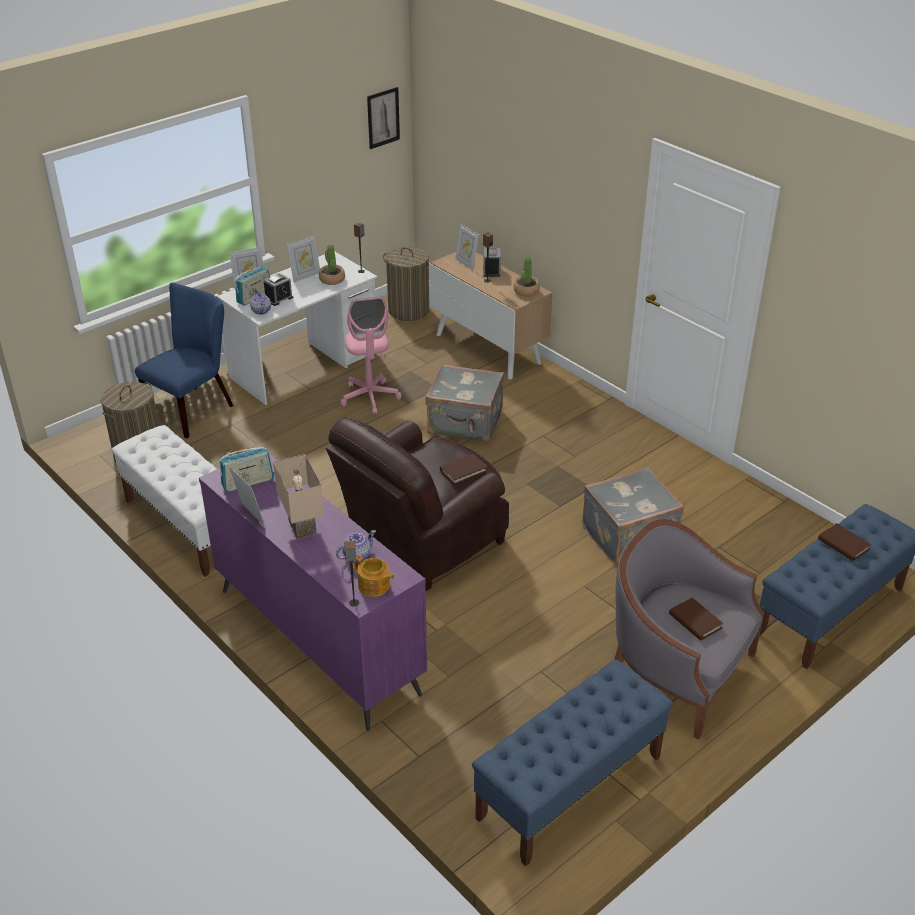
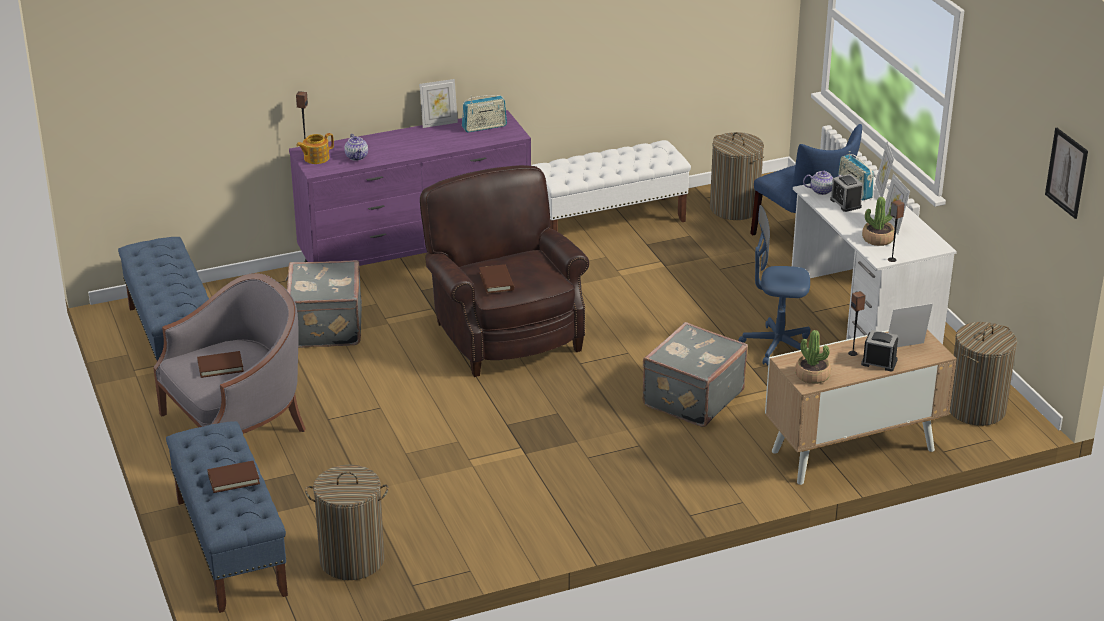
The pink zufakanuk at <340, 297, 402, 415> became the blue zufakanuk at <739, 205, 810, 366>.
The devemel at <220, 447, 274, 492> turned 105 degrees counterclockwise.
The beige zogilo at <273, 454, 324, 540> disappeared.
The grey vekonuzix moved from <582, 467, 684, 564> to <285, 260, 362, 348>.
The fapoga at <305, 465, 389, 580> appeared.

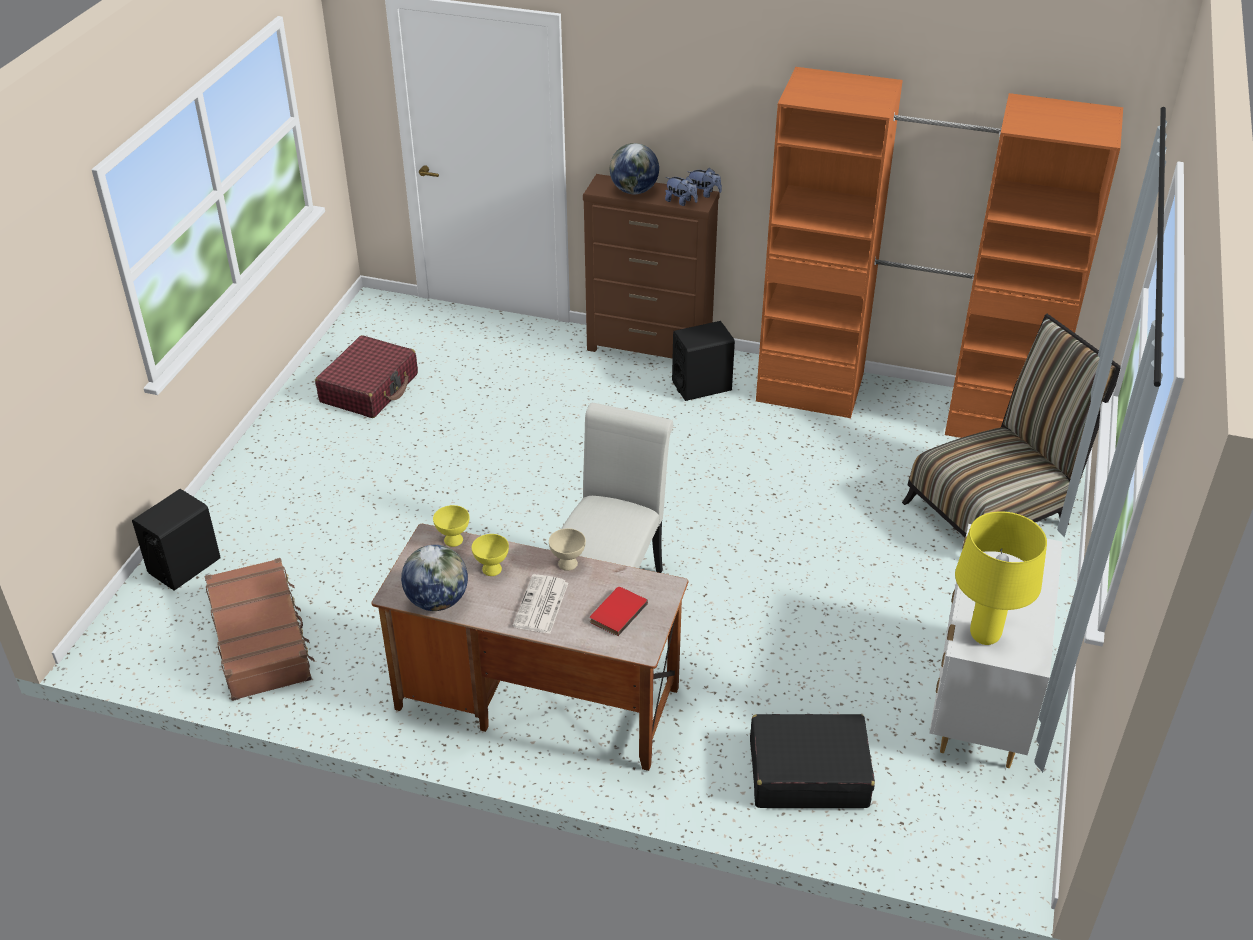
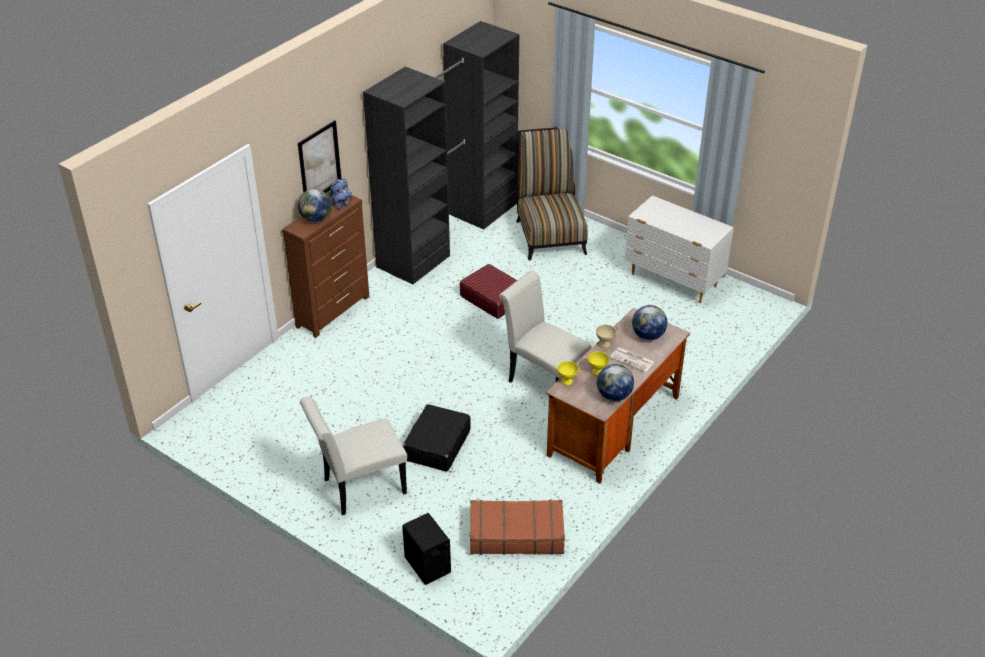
The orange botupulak at <756, 67, 1123, 438> became the black botupulak at <363, 21, 519, 285>.
The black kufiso at <672, 321, 735, 401> disappeared.
The red vekonuzix moved from <315, 335, 418, 418> to <460, 264, 517, 319>.
The yellow zogilo at <955, 511, 1047, 645> disappeared.
The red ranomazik at <590, 587, 648, 636> was replaced by the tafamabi at <632, 305, 667, 340>.
The black vekonuzix moved from <750, 714, 875, 808> to <403, 404, 471, 472>.
The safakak at <298, 120, 342, 193> appeared.
The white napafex at <300, 396, 407, 515> appeared.

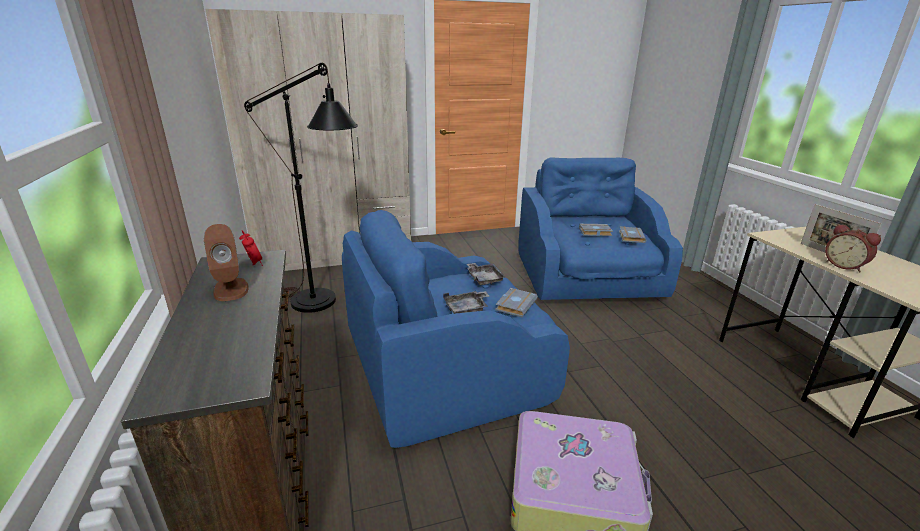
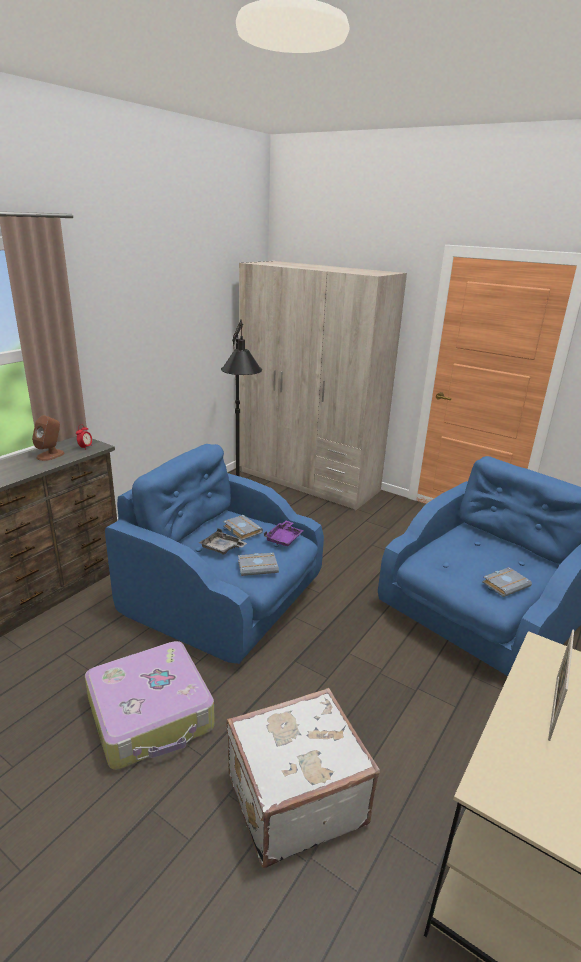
The grey ranomazik moved from <579, 224, 613, 236> to <223, 515, 263, 540>.
The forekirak at <825, 224, 881, 272> disappeared.
The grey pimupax at <467, 263, 506, 285> became the purple pimupax at <264, 520, 304, 546>.
The white vekonuzix at <226, 688, 380, 868> appeared.

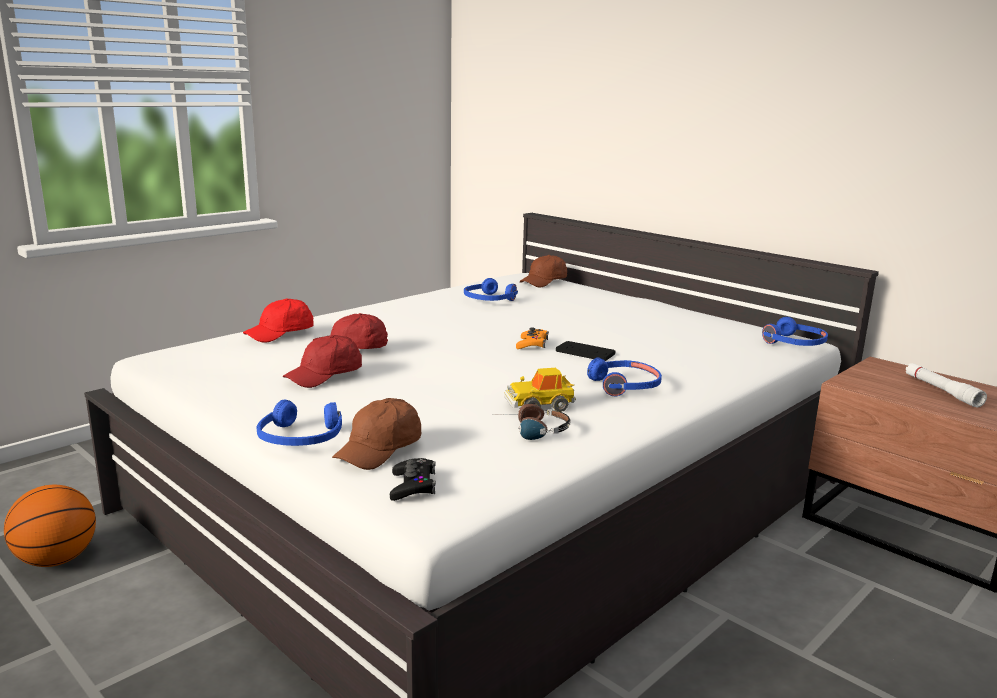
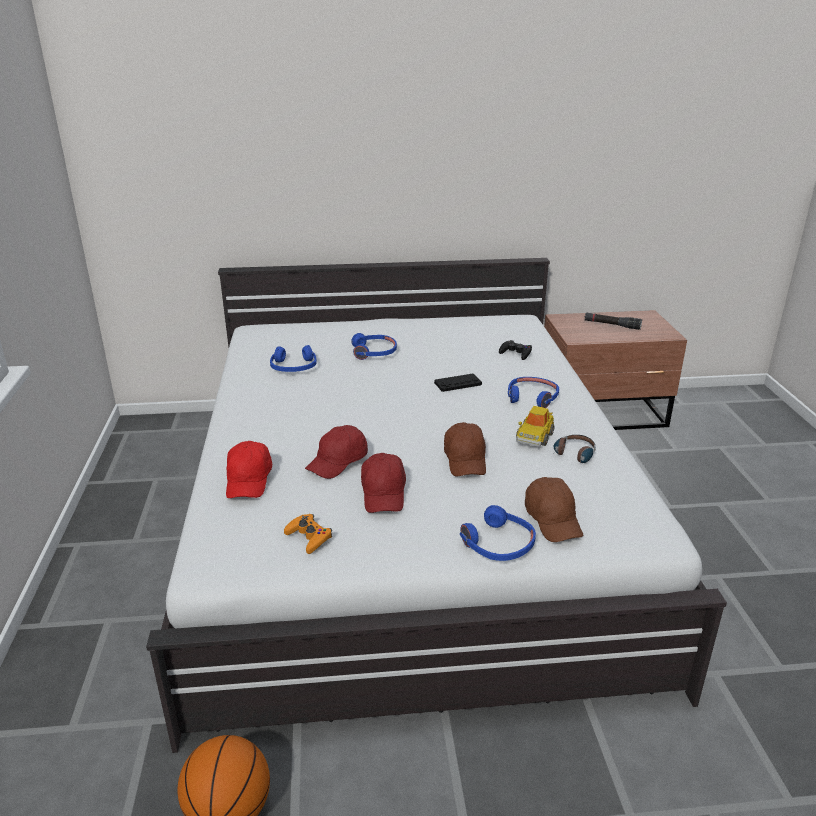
The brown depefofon moved from <520, 255, 567, 288> to <444, 422, 486, 476>.
The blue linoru moved from <762, 317, 828, 346> to <351, 333, 397, 360>.
The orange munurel moved from <516, 327, 549, 349> to <284, 514, 332, 554>.
The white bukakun at <906, 363, 987, 407> became the black bukakun at <584, 313, 642, 330>.
The black munurel moved from <390, 458, 436, 501> to <499, 340, 532, 360>.

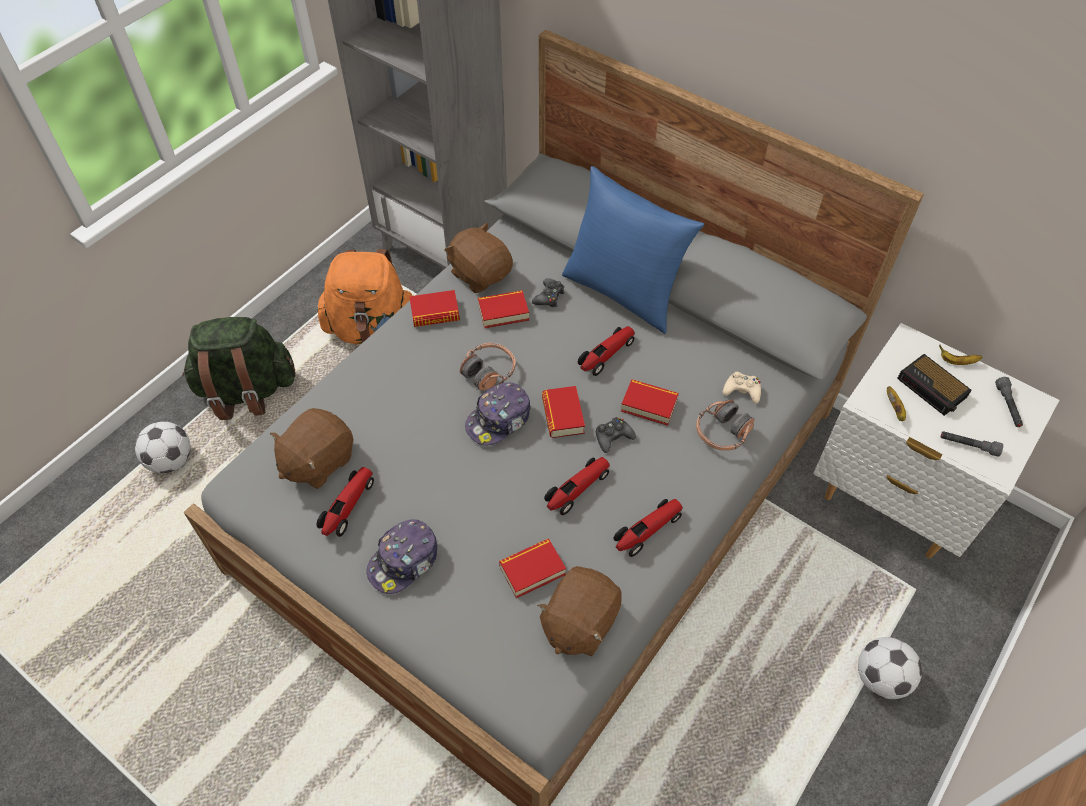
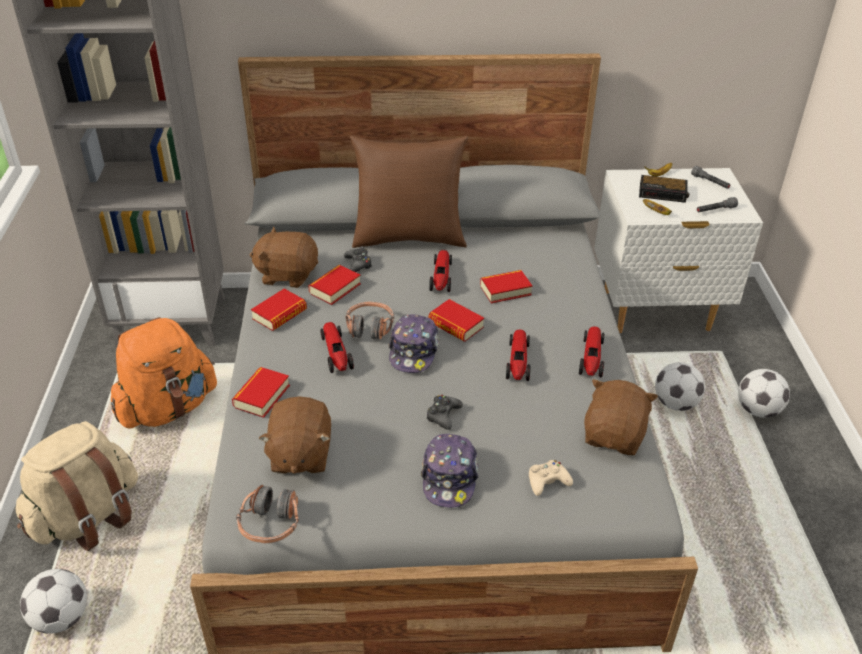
The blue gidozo at <562, 166, 704, 334> became the brown gidozo at <350, 135, 468, 248>.
The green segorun at <182, 317, 296, 420> became the beige segorun at <16, 421, 138, 551>.
The beige munurel moved from <723, 372, 761, 404> to <529, 460, 573, 496>.
The linoru moved from <696, 400, 754, 451> to <236, 485, 299, 543>.
The black munurel moved from <596, 417, 636, 453> to <426, 395, 463, 430>.
The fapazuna moved from <316, 467, 374, 537> to <320, 322, 354, 373>.
The ranomazik moved from <499, 539, 566, 598> to <232, 367, 290, 418>.
The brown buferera at <537, 566, 622, 656> turned 150 degrees counterclockwise.
The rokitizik at <655, 362, 705, 411> appeared.

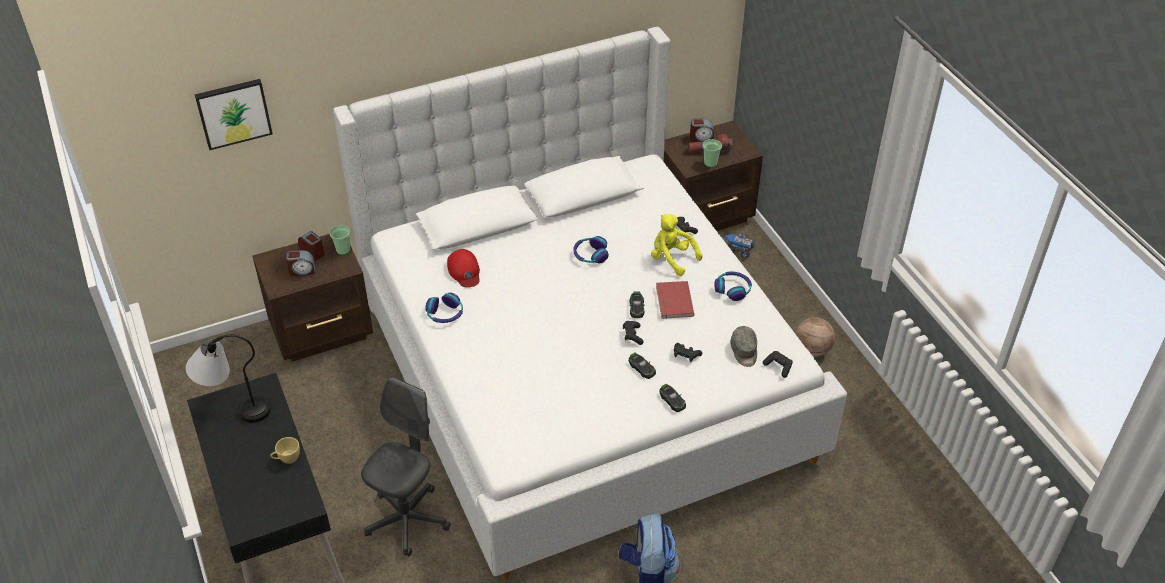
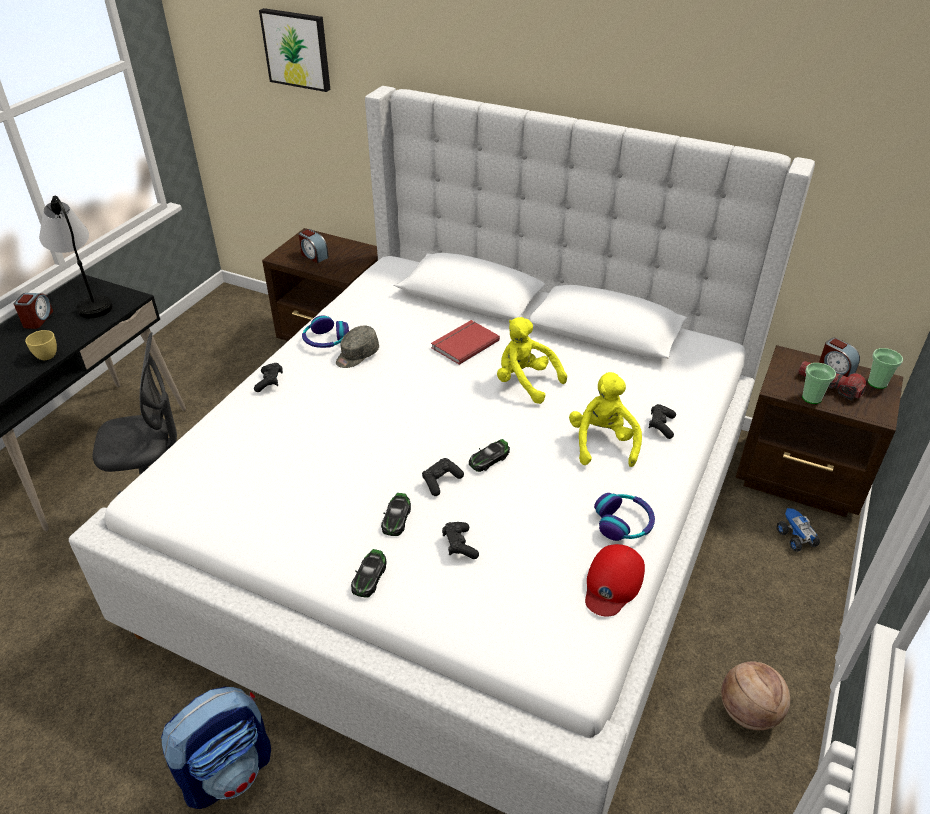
The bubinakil moved from <330, 225, 351, 255> to <868, 348, 903, 389>.
The forekirak moved from <298, 231, 324, 261> to <14, 293, 53, 329>.
The linoru at <573, 236, 609, 263> was replaced by the yellow buferera at <497, 317, 567, 404>.
The red depefofon moved from <447, 249, 480, 288> to <585, 544, 645, 617>.
The red ranomazik moved from <656, 281, 694, 319> to <431, 320, 500, 365>.
The grey depefofon moved from <730, 326, 757, 367> to <336, 326, 379, 368>.
The black munurel moved from <763, 351, 793, 378> to <254, 363, 283, 392>.

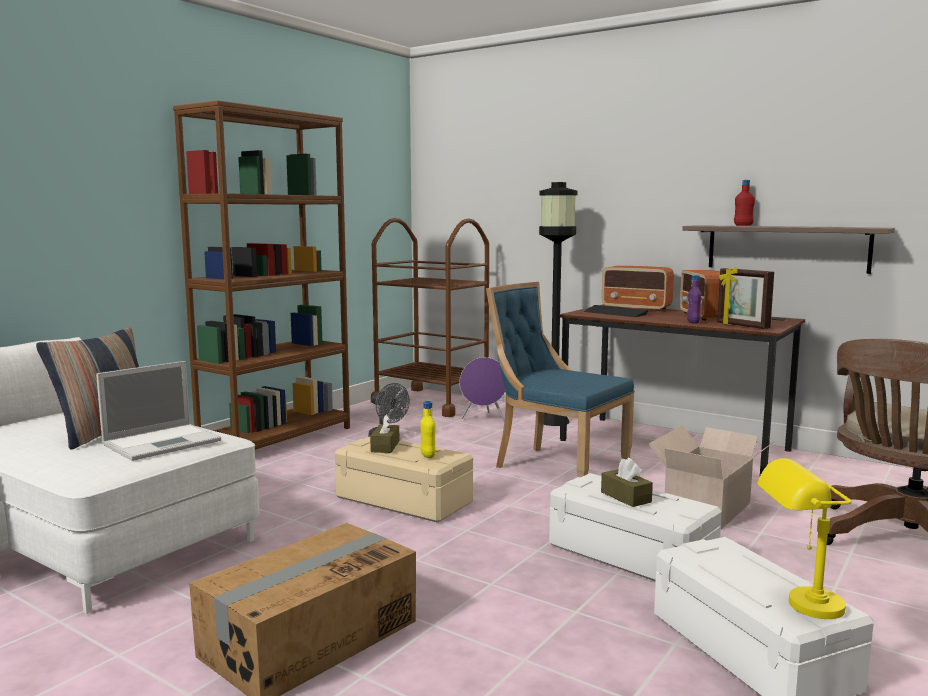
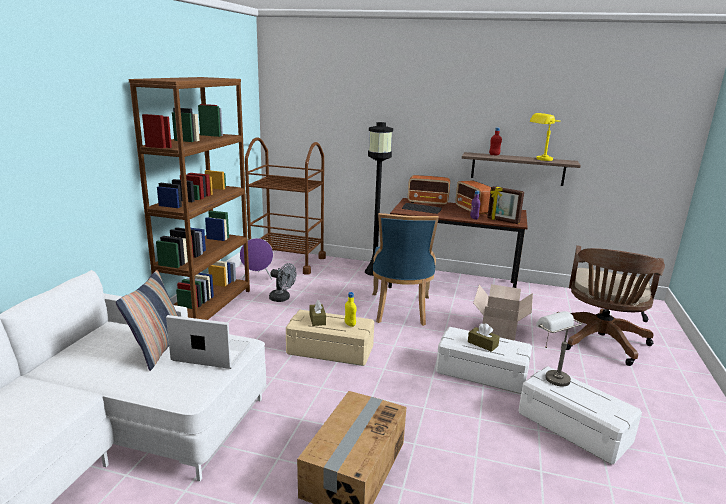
The blue napafex at <486, 282, 635, 478> turned 105 degrees counterclockwise.
The purple kufiso moved from <460, 357, 506, 421> to <240, 238, 273, 280>.
The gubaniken at <96, 361, 221, 461> turned 105 degrees counterclockwise.
The yellow zogilo moved from <757, 458, 852, 619> to <530, 113, 560, 161>.
The grey zogilo at <536, 311, 582, 386> appeared.

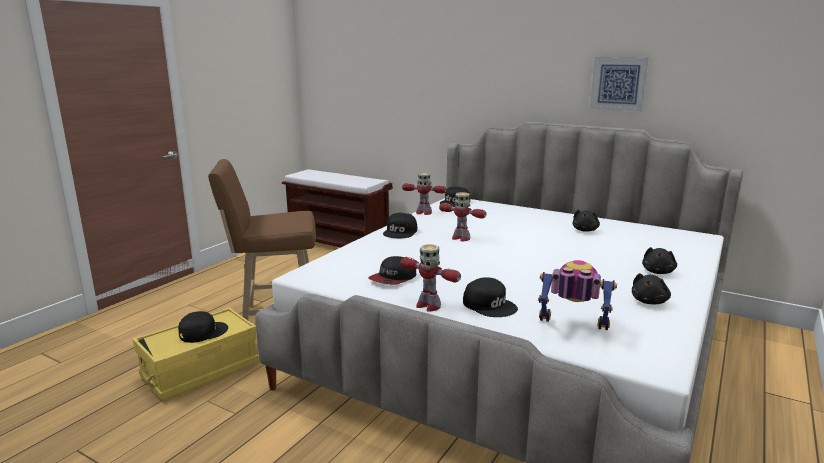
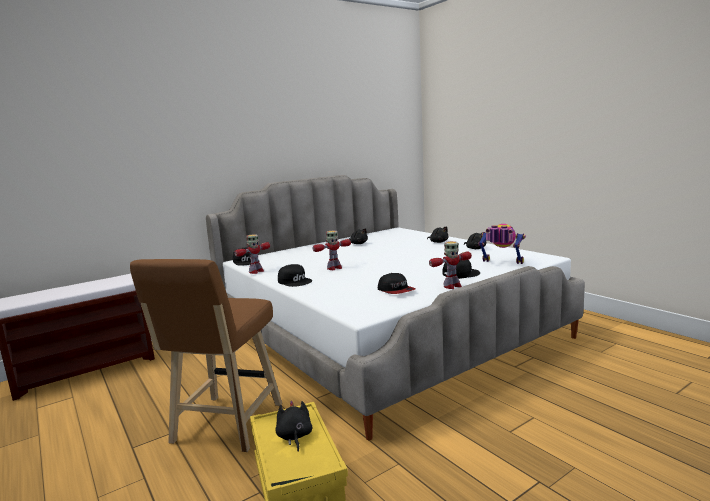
The safakak at <590, 57, 650, 112> disappeared.
The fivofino at <538, 260, 617, 330> turned 75 degrees clockwise.
The black depefofon at <178, 311, 228, 343> was replaced by the black buferera at <275, 401, 312, 452>.

